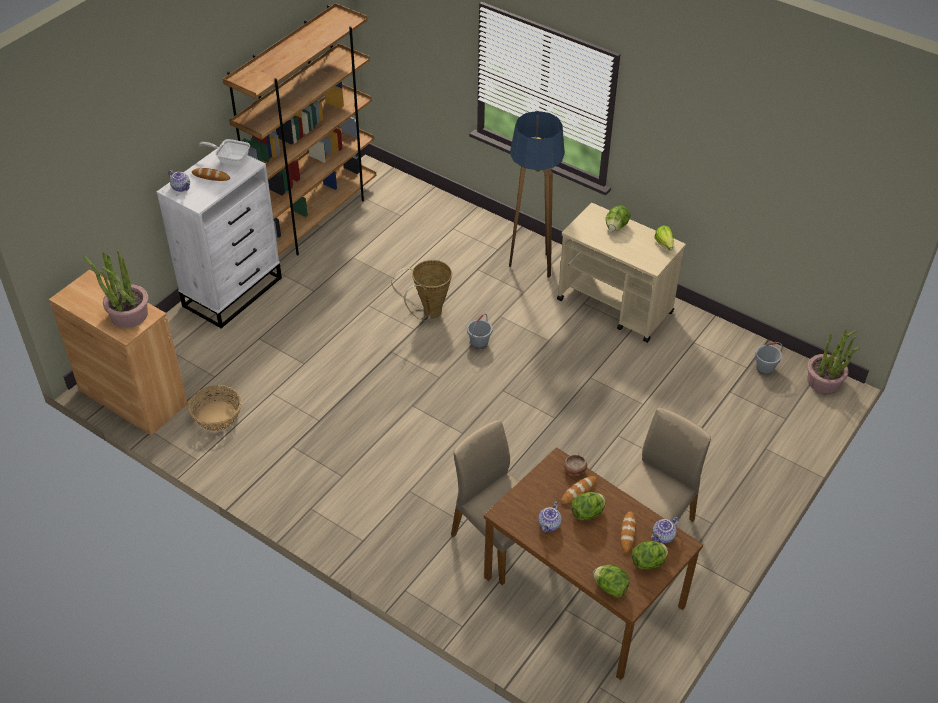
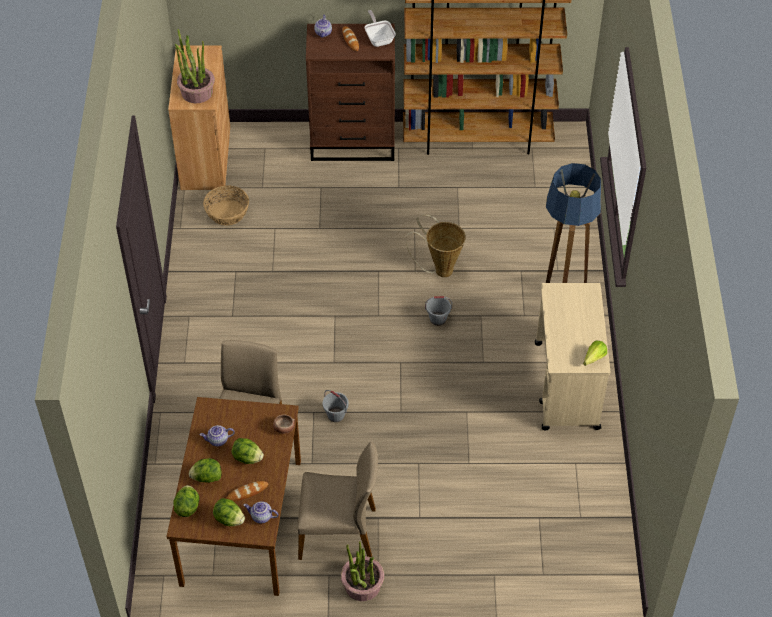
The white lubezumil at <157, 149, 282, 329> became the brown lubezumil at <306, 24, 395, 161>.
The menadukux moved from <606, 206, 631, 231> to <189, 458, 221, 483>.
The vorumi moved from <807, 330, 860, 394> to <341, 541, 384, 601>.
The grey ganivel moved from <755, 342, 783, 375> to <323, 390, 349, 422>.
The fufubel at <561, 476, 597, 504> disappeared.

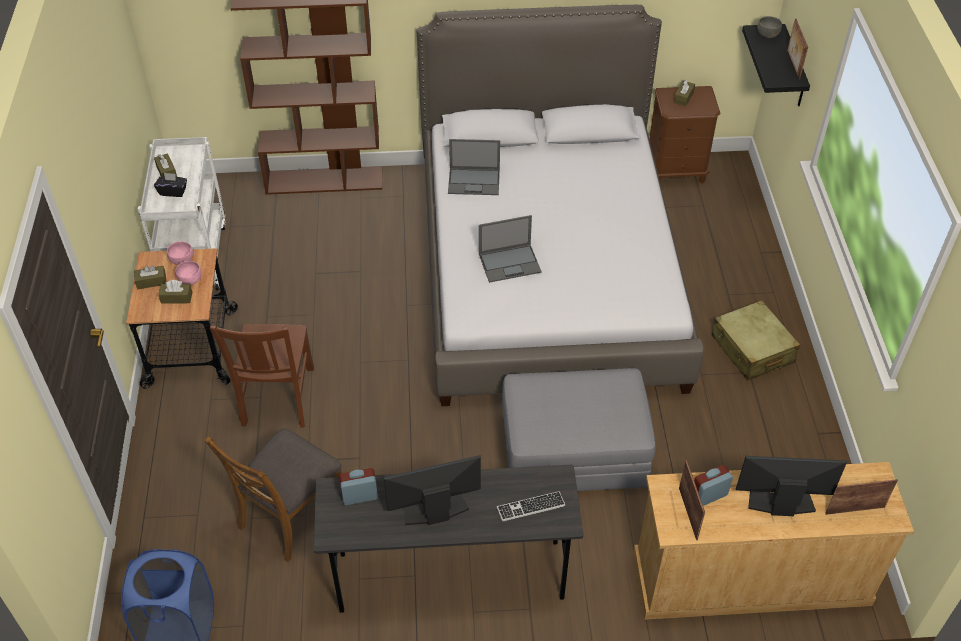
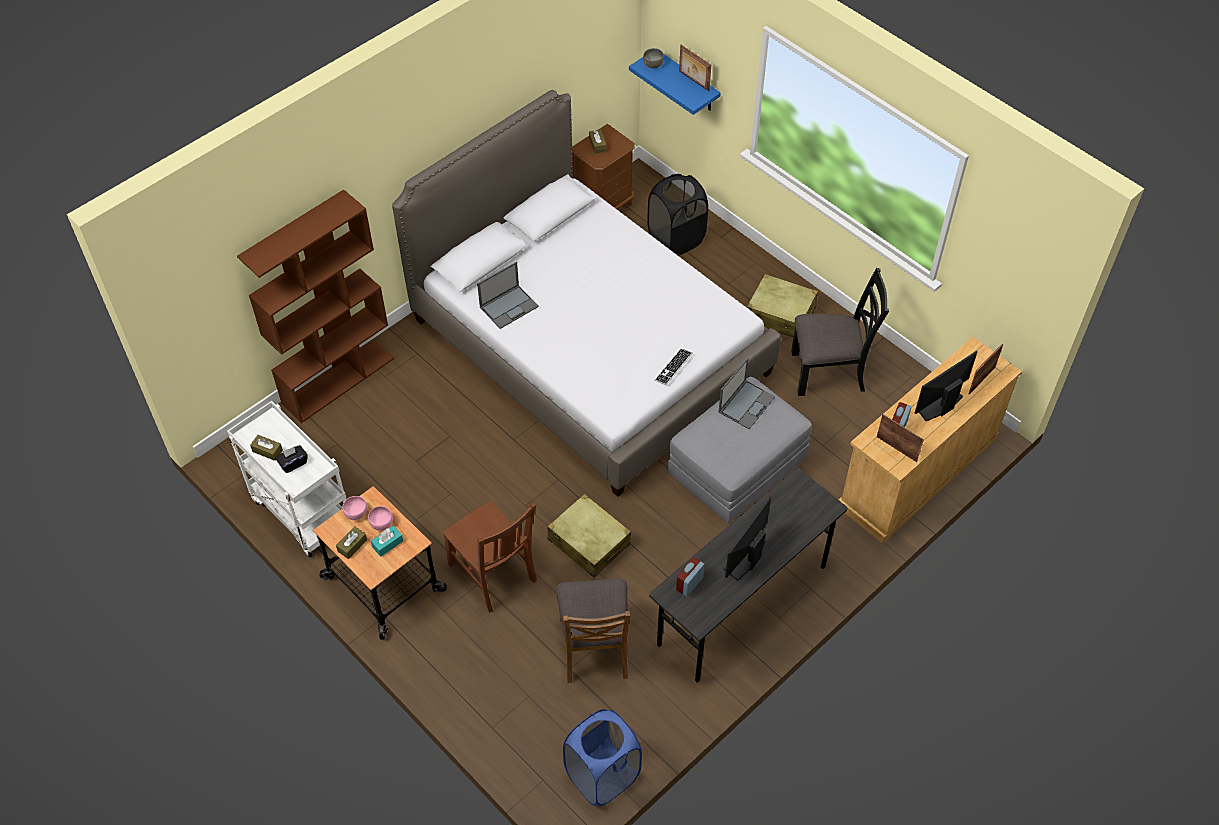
The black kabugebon at <742, 24, 810, 106> became the blue kabugebon at <629, 54, 721, 115>.
The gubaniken moved from <479, 215, 542, 283> to <719, 357, 775, 429>.
The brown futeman at <159, 280, 192, 304> became the turquoise futeman at <371, 526, 403, 557>.
The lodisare moved from <497, 491, 566, 521> to <654, 348, 693, 385>.
The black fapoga at <647, 174, 708, 256> appeared.
The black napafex at <791, 268, 889, 396> appeared.
The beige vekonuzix at <547, 494, 631, 578> appeared.

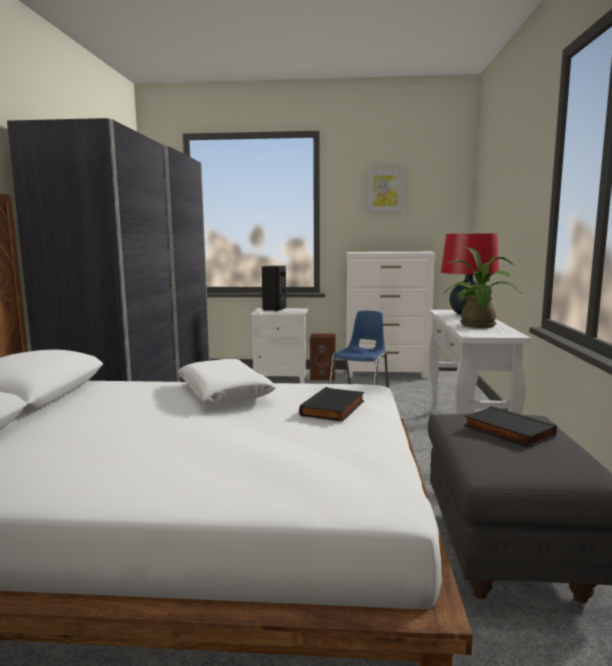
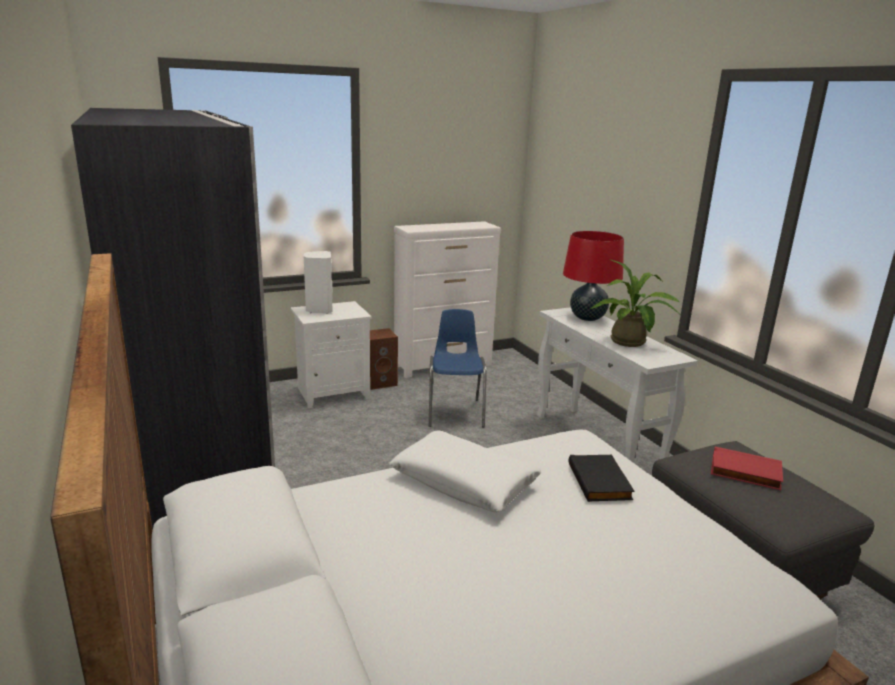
The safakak at <367, 169, 404, 212> disappeared.
The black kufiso at <262, 266, 286, 312> became the white kufiso at <304, 251, 333, 314>.
The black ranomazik at <464, 406, 557, 448> became the red ranomazik at <711, 447, 783, 490>.

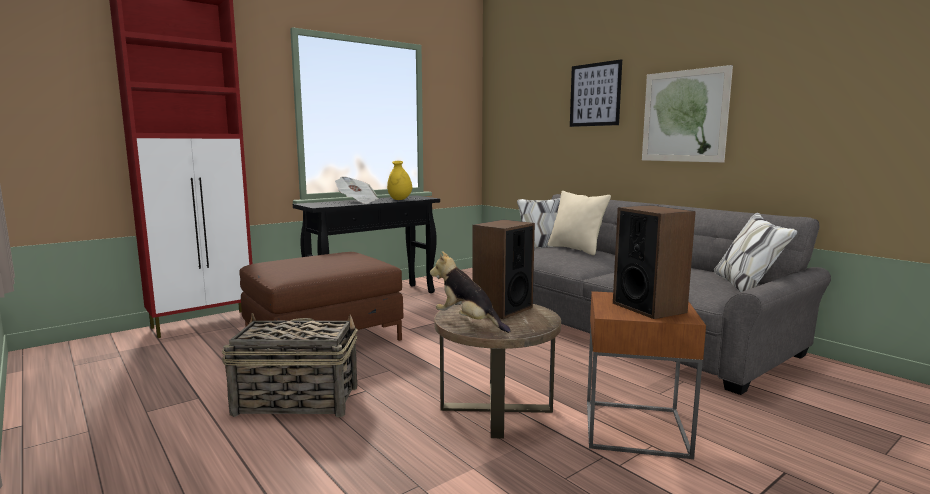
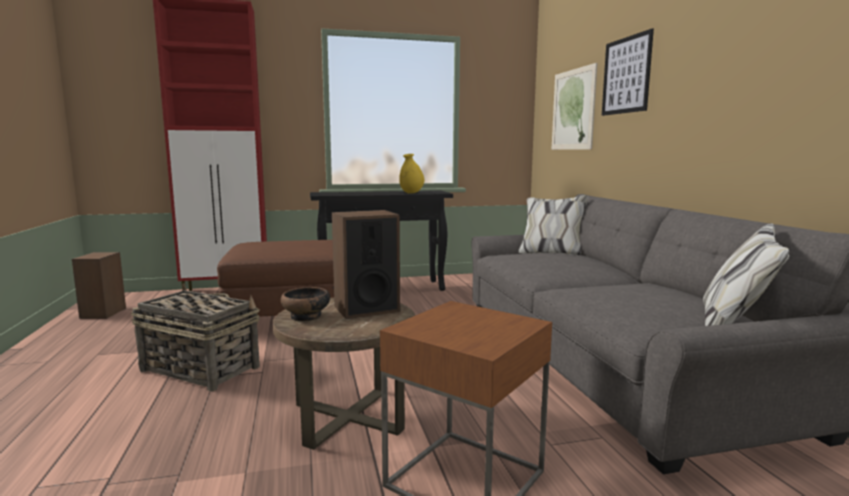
The safakak moved from <642, 65, 733, 162> to <552, 63, 597, 150>.
The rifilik at <335, 176, 379, 204> disappeared.
The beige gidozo at <547, 191, 611, 255> disappeared.
The kufiso moved from <613, 205, 696, 319> to <72, 252, 126, 319>.
The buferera at <430, 251, 511, 333> was replaced by the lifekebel at <281, 287, 330, 322>.

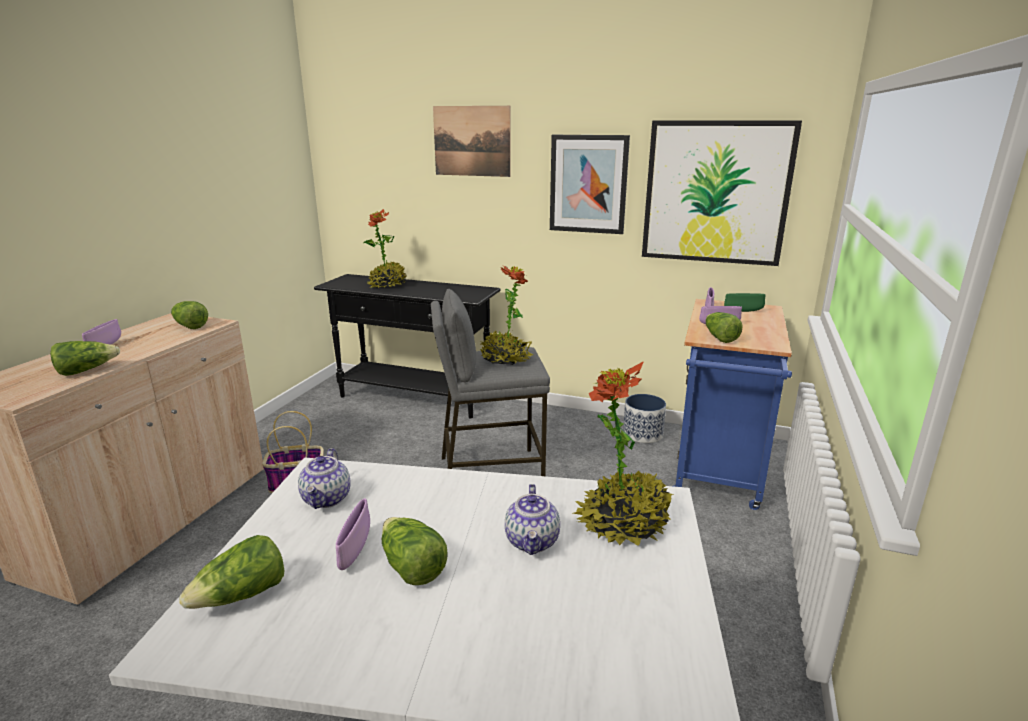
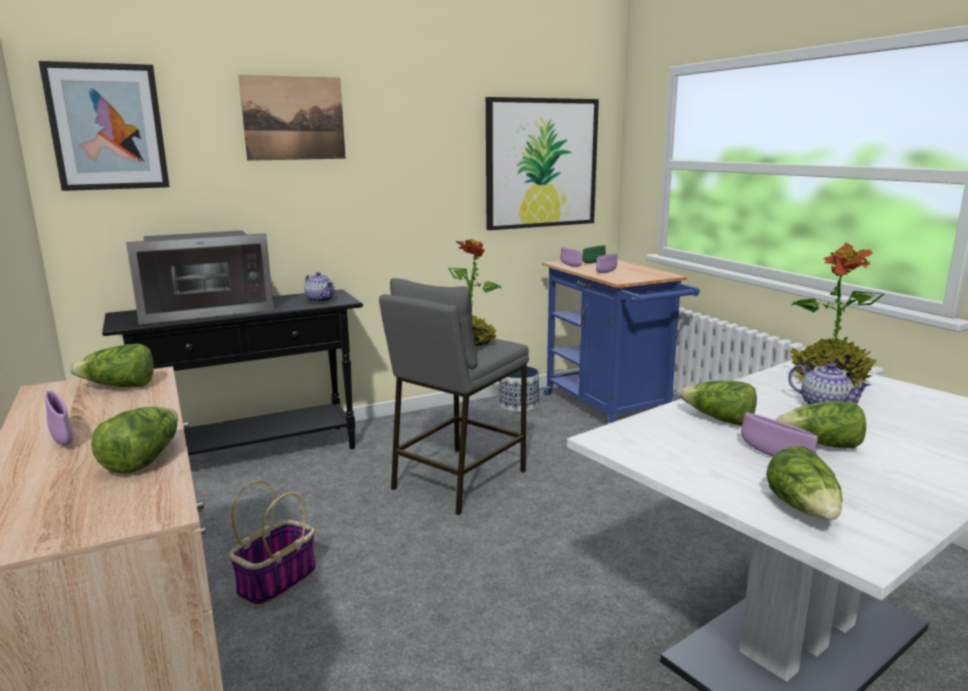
The safakak moved from <550, 135, 630, 234> to <39, 61, 169, 191>.
The vorumi at <364, 209, 406, 288> was replaced by the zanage at <126, 230, 274, 325>.
The menadukux moved from <706, 312, 743, 343> to <680, 381, 757, 426>.
The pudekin moved from <298, 448, 351, 509> to <304, 272, 335, 302>.

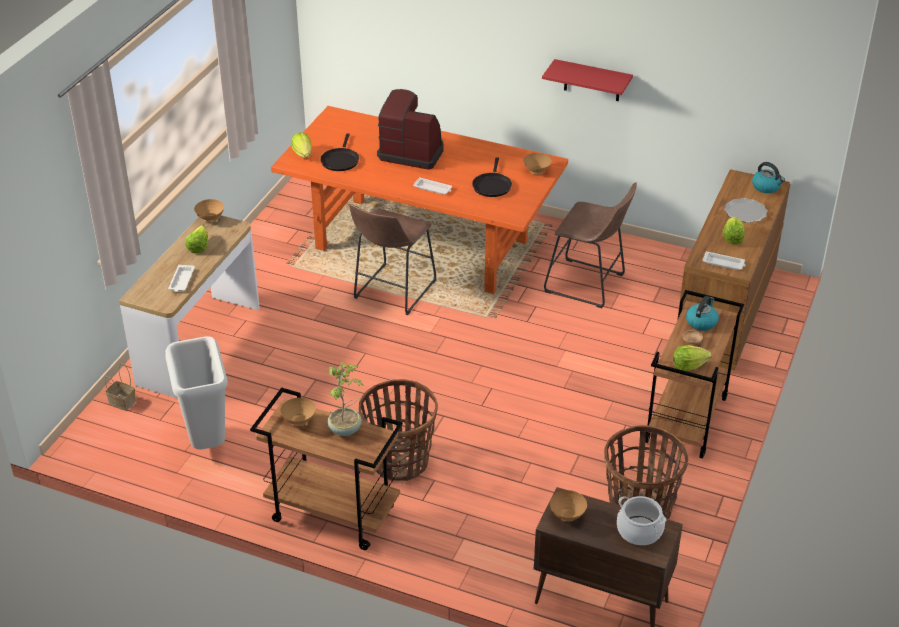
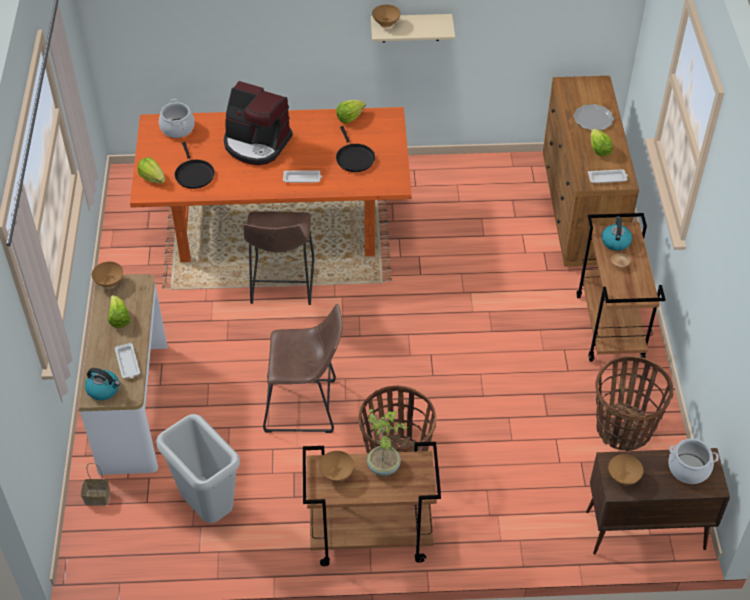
The red kabugebon at <542, 59, 633, 101> became the beige kabugebon at <371, 14, 455, 42>.
The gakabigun at <377, 89, 444, 170> turned 150 degrees counterclockwise.
The brown lifekebel moved from <523, 153, 552, 175> to <372, 5, 401, 28>.
The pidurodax moved from <752, 162, 785, 193> to <85, 368, 120, 400>.
The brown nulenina moved from <544, 182, 637, 308> to <263, 304, 343, 433>.
The menadukux moved from <673, 345, 712, 371> to <336, 100, 366, 124>.
The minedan at <159, 99, 195, 138> appeared.

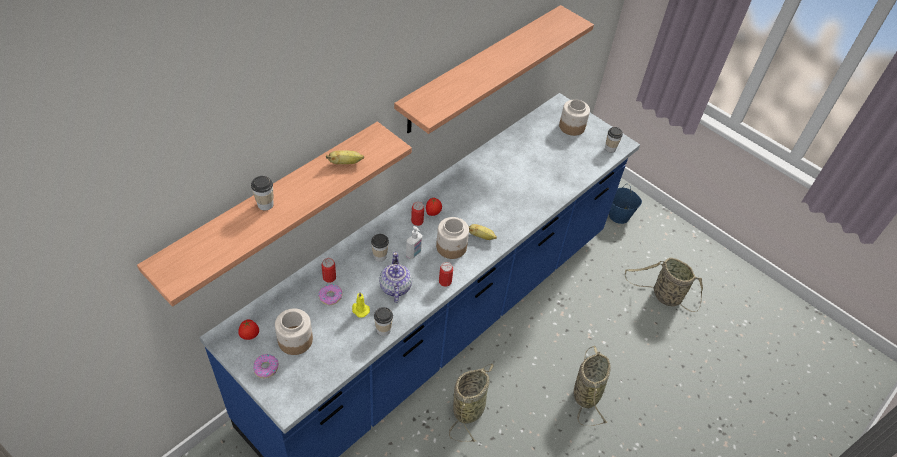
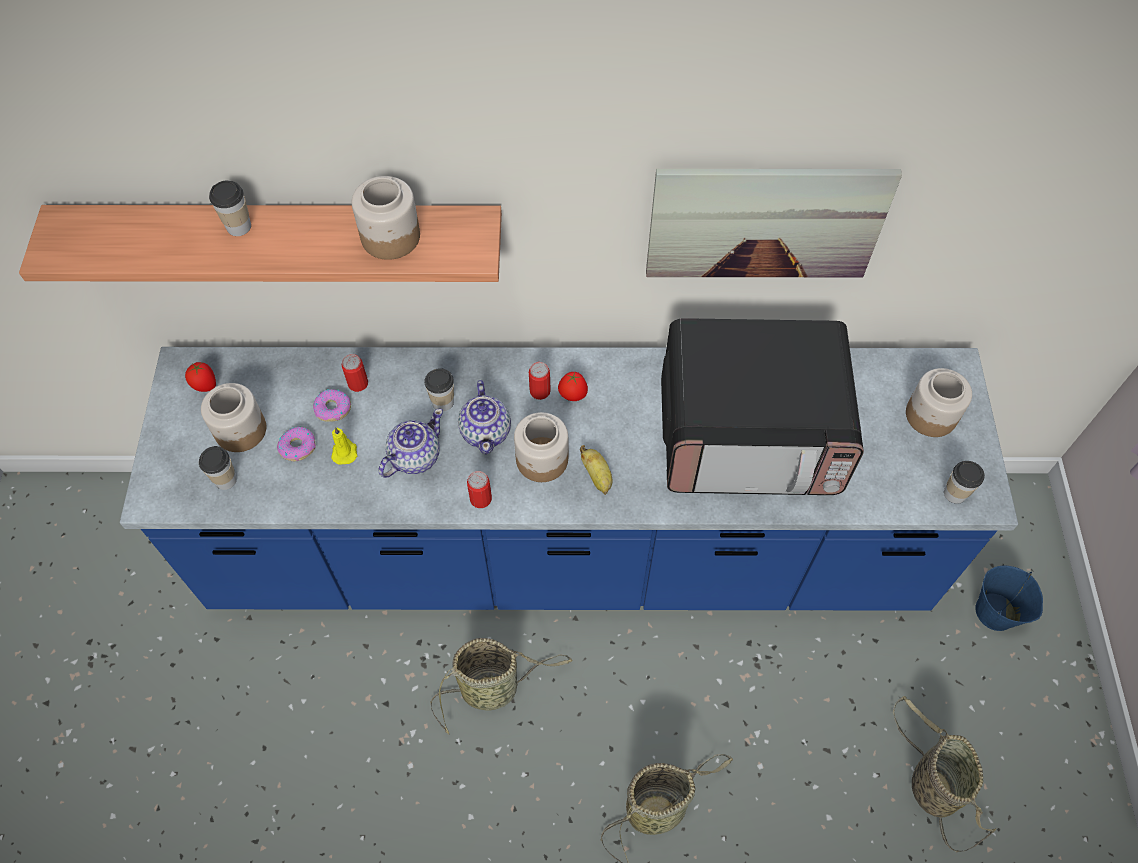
The kabugebon at <394, 5, 594, 134> was replaced by the safakak at <646, 169, 902, 277>.
The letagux at <326, 151, 364, 164> was replaced by the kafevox at <352, 176, 420, 260>.
The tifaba at <406, 226, 423, 259> was replaced by the pudekin at <458, 380, 511, 454>.
The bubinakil moved from <374, 307, 393, 336> to <199, 446, 237, 490>.
The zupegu moved from <253, 354, 279, 378> to <277, 427, 316, 461>.
The zanage at <661, 318, 864, 495> appeared.

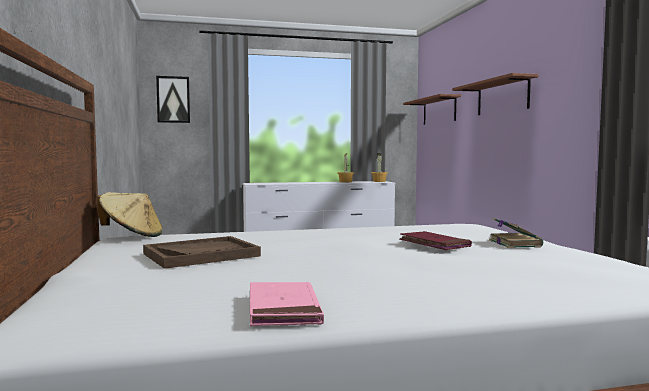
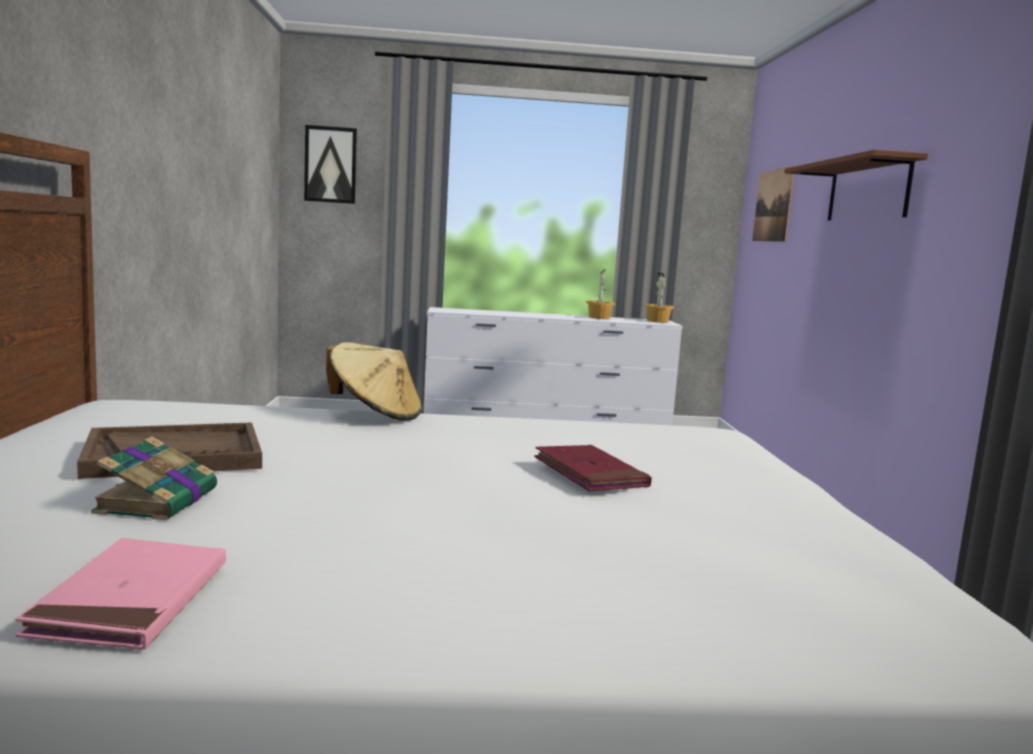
The brown kabugebon at <403, 94, 461, 125> was replaced by the safakak at <752, 166, 795, 242>.
The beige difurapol moved from <97, 192, 163, 237> to <326, 342, 422, 421>.
The ranomazik moved from <489, 218, 543, 248> to <91, 437, 217, 520>.

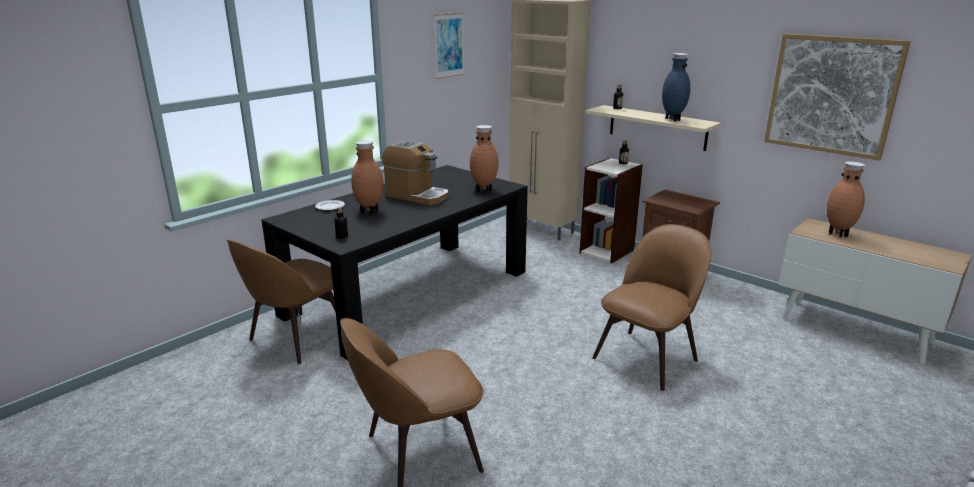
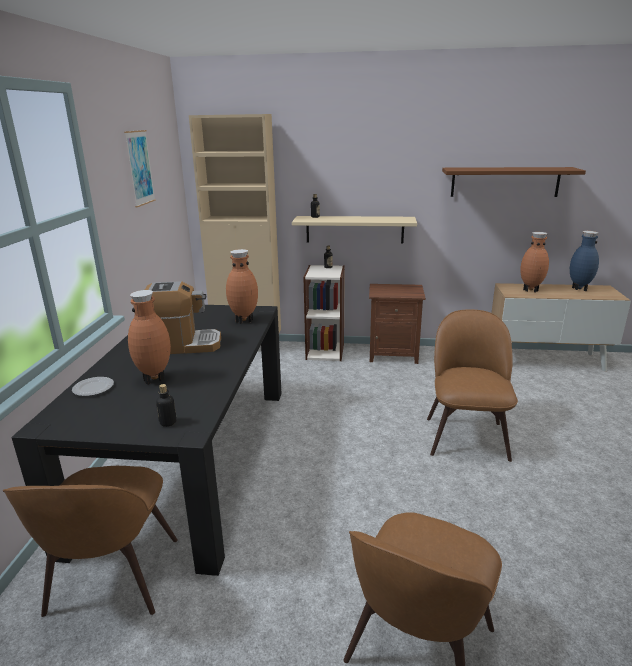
The safakak at <764, 34, 911, 161> was replaced by the brown kabugebon at <442, 167, 586, 197>.
The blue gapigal moved from <662, 53, 690, 122> to <570, 231, 599, 291>.

